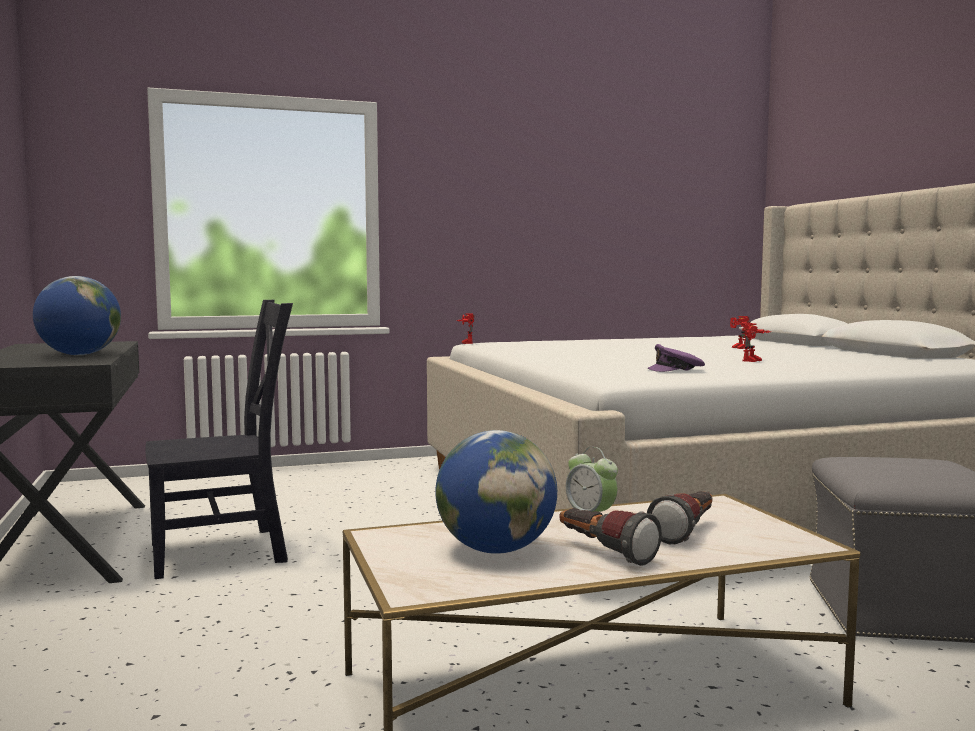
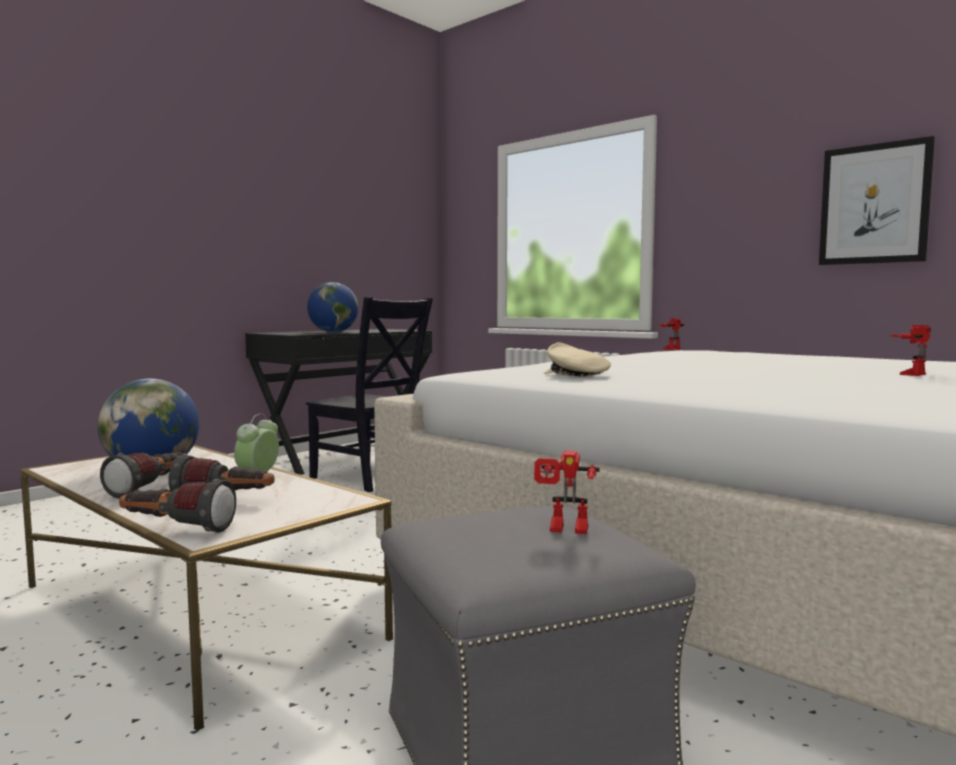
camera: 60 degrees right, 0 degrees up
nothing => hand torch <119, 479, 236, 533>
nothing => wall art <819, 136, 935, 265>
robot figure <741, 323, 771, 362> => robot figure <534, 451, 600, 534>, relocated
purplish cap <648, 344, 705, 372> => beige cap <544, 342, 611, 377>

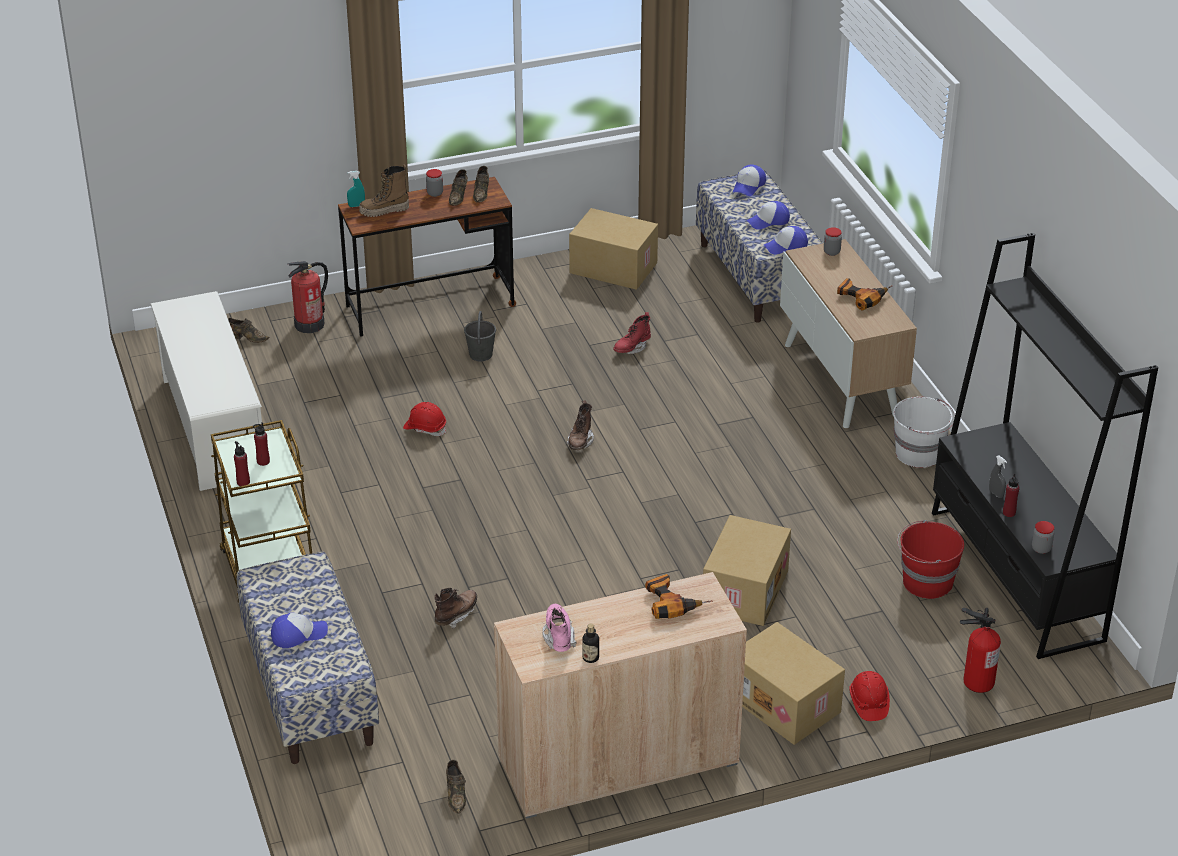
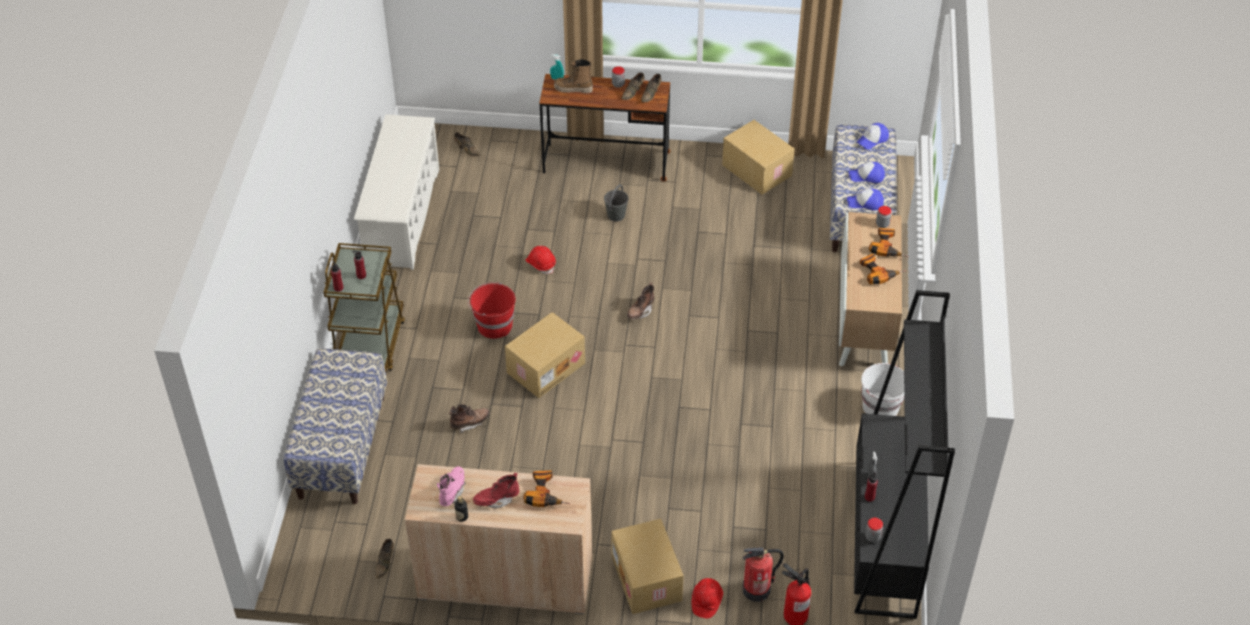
camera: 25 degrees right, 10 degrees up
cap <271, 613, 328, 648> => nothing
nothing => electric drill <869, 228, 909, 257>
fire extinguisher <288, 261, 328, 333> => fire extinguisher <743, 548, 784, 602>, relocated
red boot <613, 312, 651, 354> => red boot <473, 473, 519, 508>, relocated
cardboard box <703, 515, 791, 626> => cardboard box <505, 312, 585, 398>, relocated
red water bucket <897, 520, 964, 599> => red water bucket <468, 282, 516, 339>, relocated

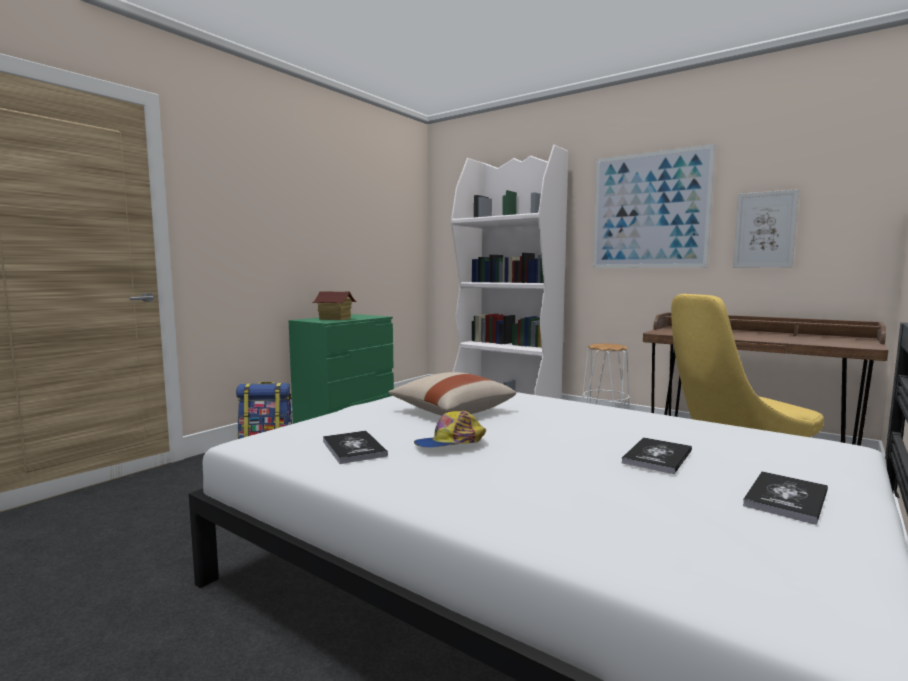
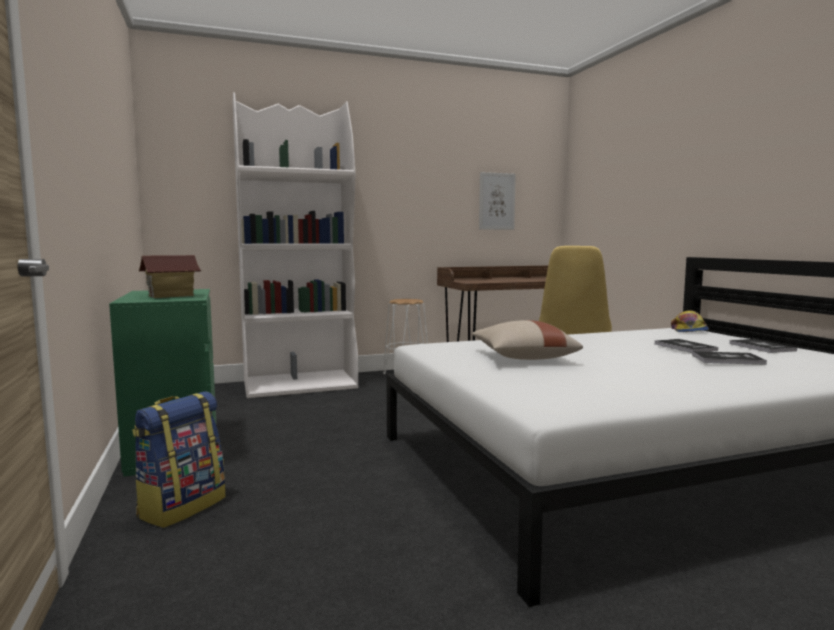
camera: 55 degrees left, 0 degrees up
wall art <593, 144, 715, 268> => nothing
volume <323, 431, 388, 464> => volume <692, 351, 767, 365>, relocated
cap <414, 411, 486, 448> => cap <671, 311, 709, 332>, relocated

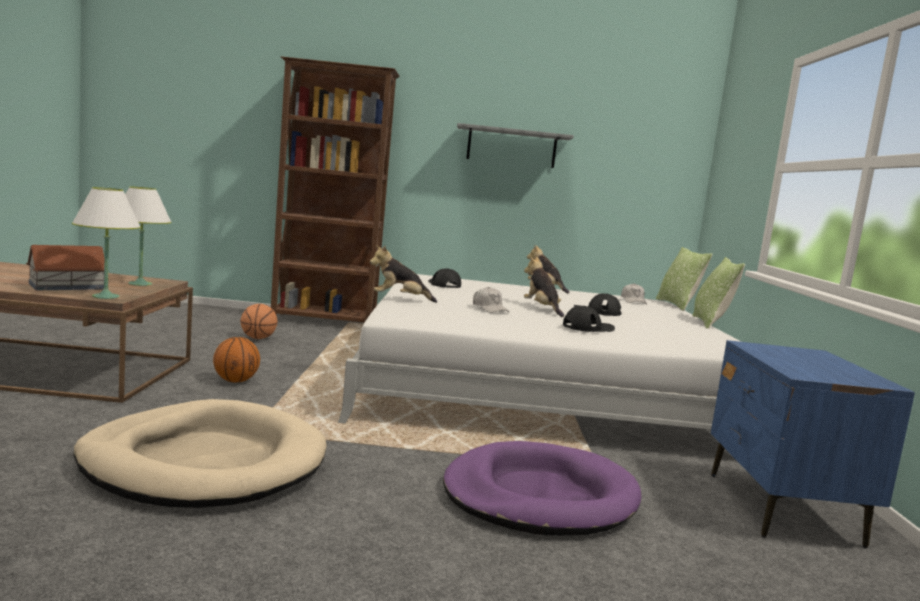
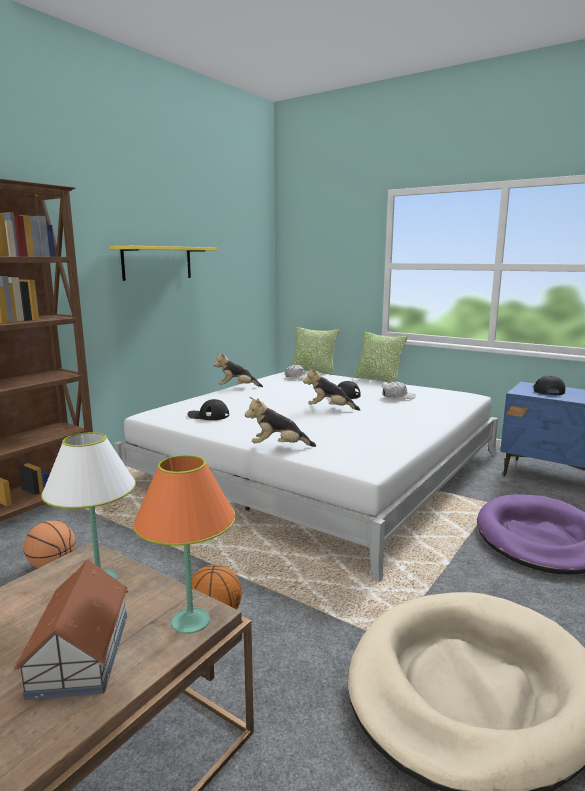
camera: 55 degrees left, 5 degrees up
white-coloured cap <473, 287, 509, 313> => white-coloured cap <383, 381, 416, 399>, relocated
black-coloured cap <563, 306, 615, 332> => black-coloured cap <532, 376, 566, 395>, relocated
white-coloured lamp for a table <72, 187, 141, 299> => orange-coloured lamp for a table <133, 455, 236, 634>
greyish wall shelf <457, 123, 574, 168> => yellow-coloured wall shelf <110, 246, 217, 281>
cuddly toy <370, 245, 437, 303> => cuddly toy <245, 397, 316, 447>, 60 degrees clockwise

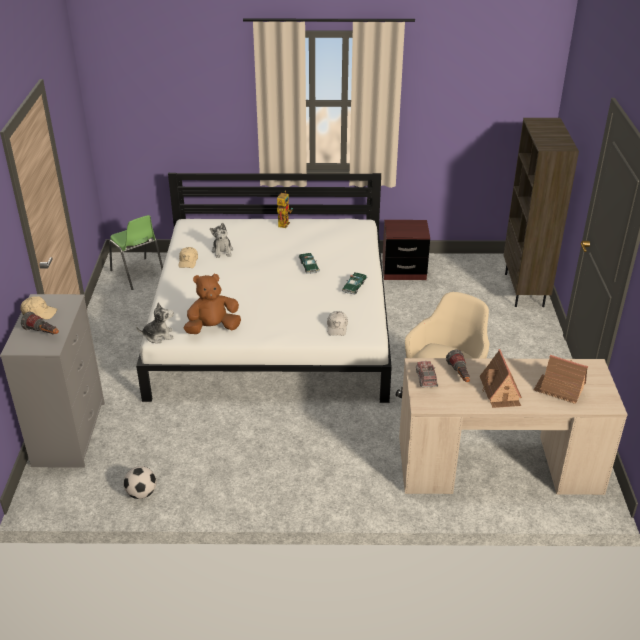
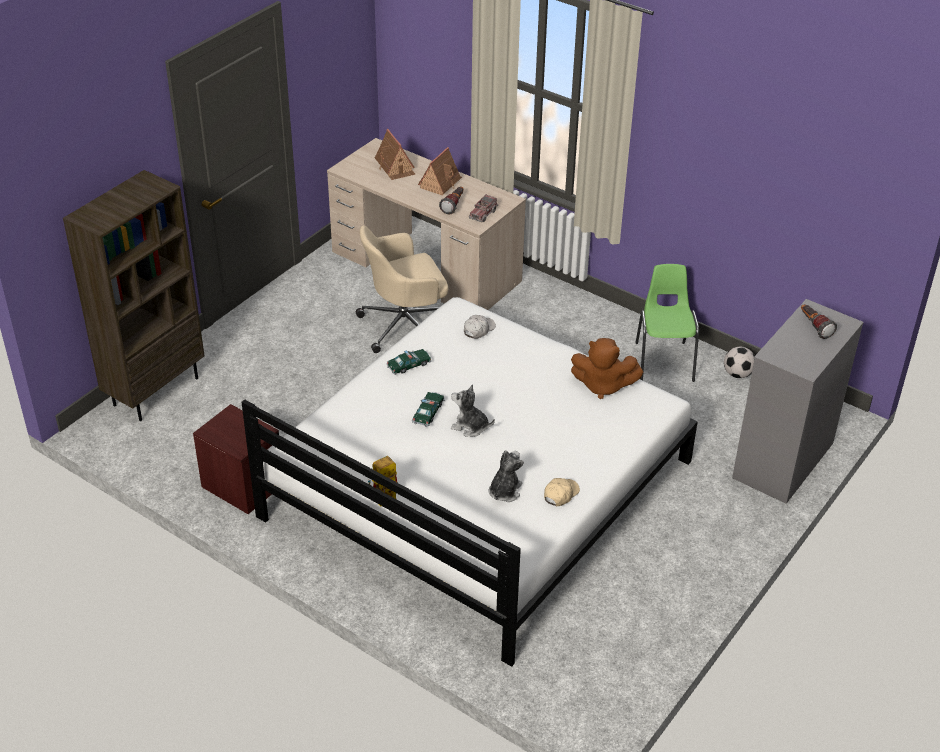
camera: 145 degrees left, 5 degrees up
beige cap <20, 296, 57, 319> => nothing
greenish plain chair <109, 215, 163, 290> => greenish plain chair <635, 264, 699, 382>, relocated
cuddly toy <136, 302, 174, 343> => cuddly toy <451, 384, 495, 437>, relocated

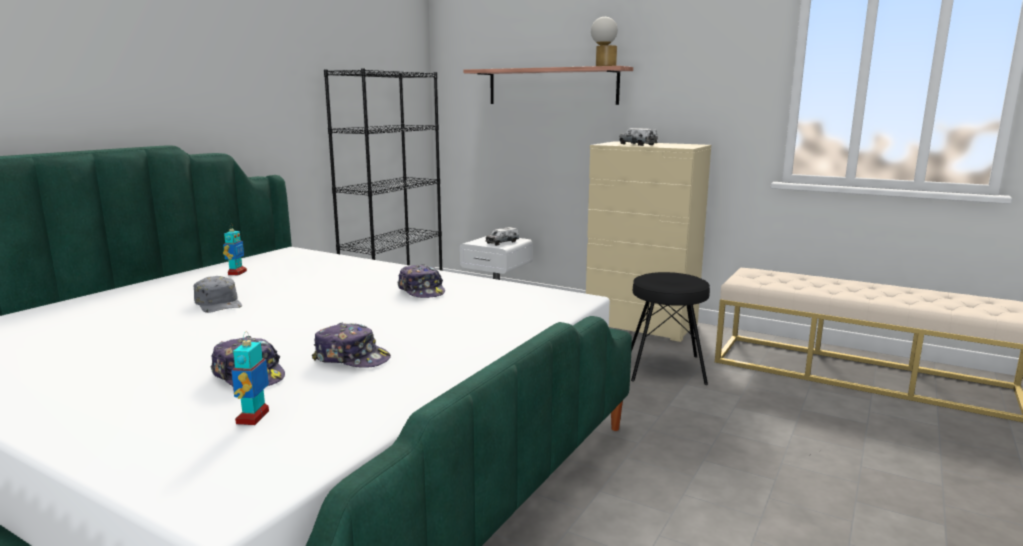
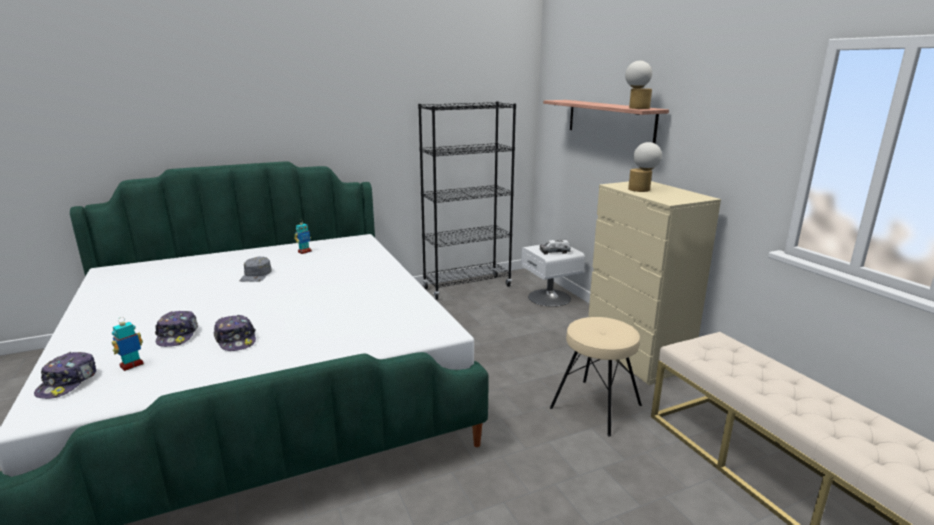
camera: 35 degrees right, 5 degrees up
cap <398, 264, 445, 298> => cap <34, 352, 96, 399>, relocated
toy truck <619, 128, 658, 146> => lamp for a table <628, 142, 662, 192>
black-coloured sitting stool <631, 272, 710, 385> => beige sitting stool <550, 317, 642, 436>

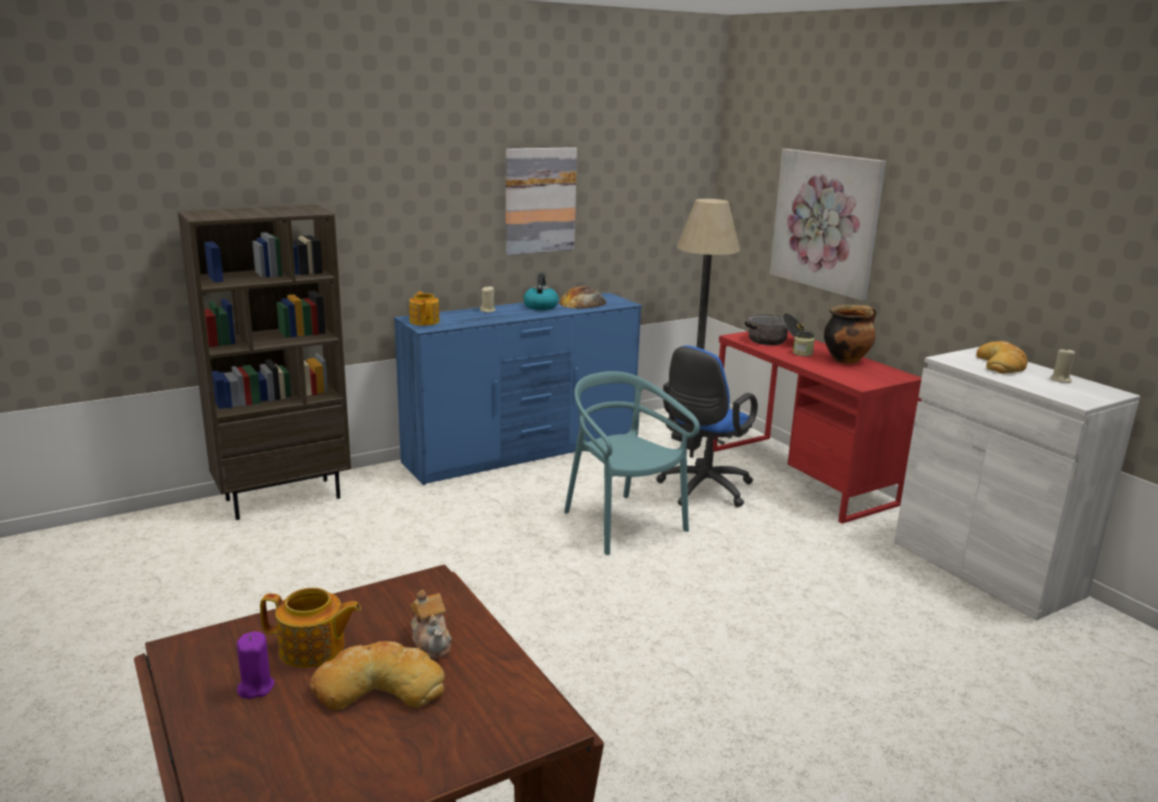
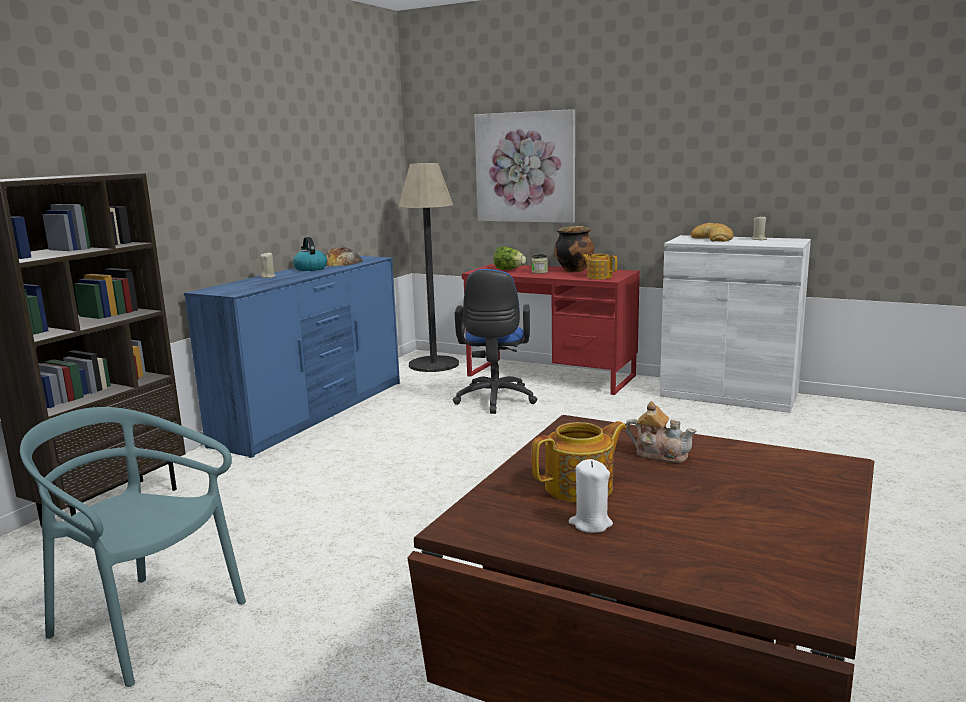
camera: 30 degrees left, 5 degrees down
bread <310, 641, 445, 711> => nothing
wall art <506, 147, 577, 255> => nothing
tea pot <409, 291, 440, 326> => tea pot <582, 254, 617, 279>, relocated
turquoise plain chair <564, 371, 700, 555> => turquoise plain chair <20, 407, 246, 687>, relocated
stockpot <745, 313, 805, 345> => lettuce head <493, 247, 526, 270>
purplish wax candle <236, 632, 275, 699> => white-coloured wax candle <569, 459, 613, 533>

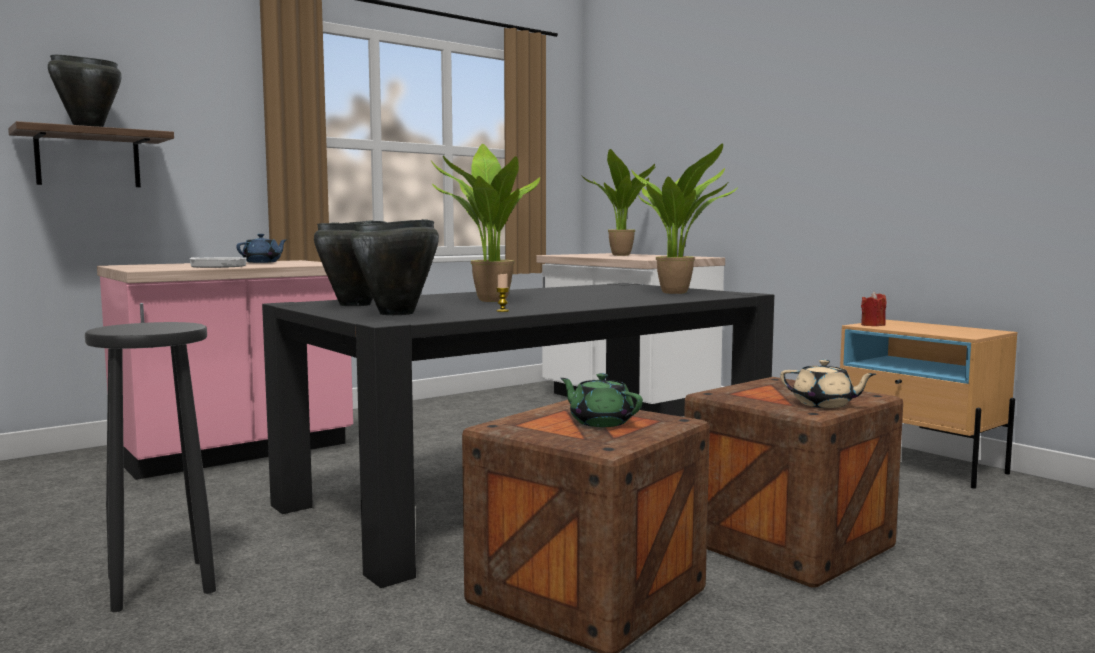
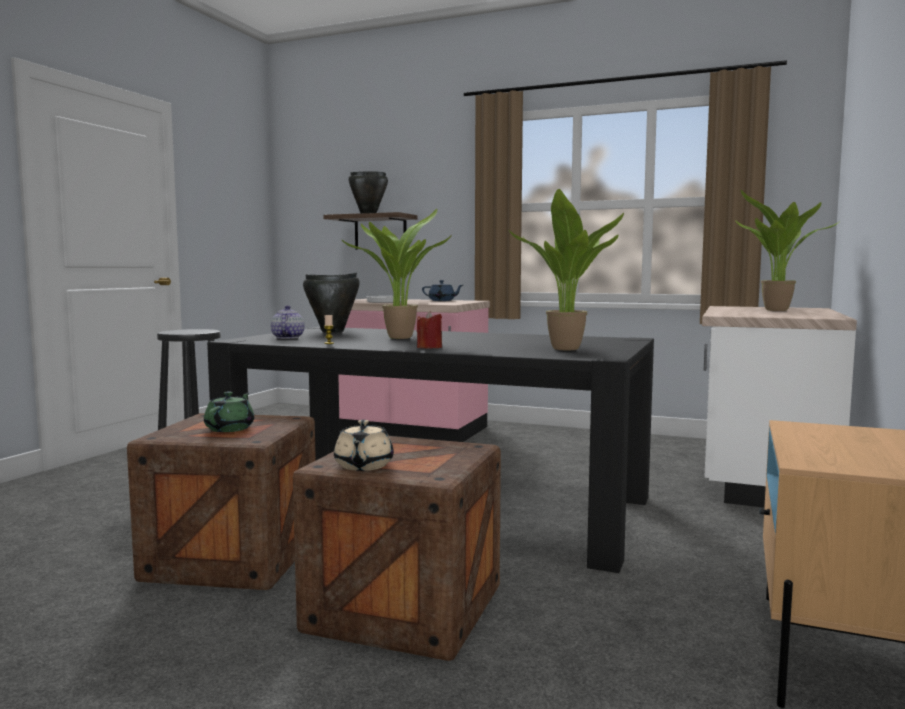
camera: 60 degrees right, 0 degrees up
red wax candle <861, 292, 887, 326> => red wax candle <417, 311, 442, 348>, relocated
black-coloured stockpot <350, 219, 439, 315> => tea pot <271, 305, 305, 339>

